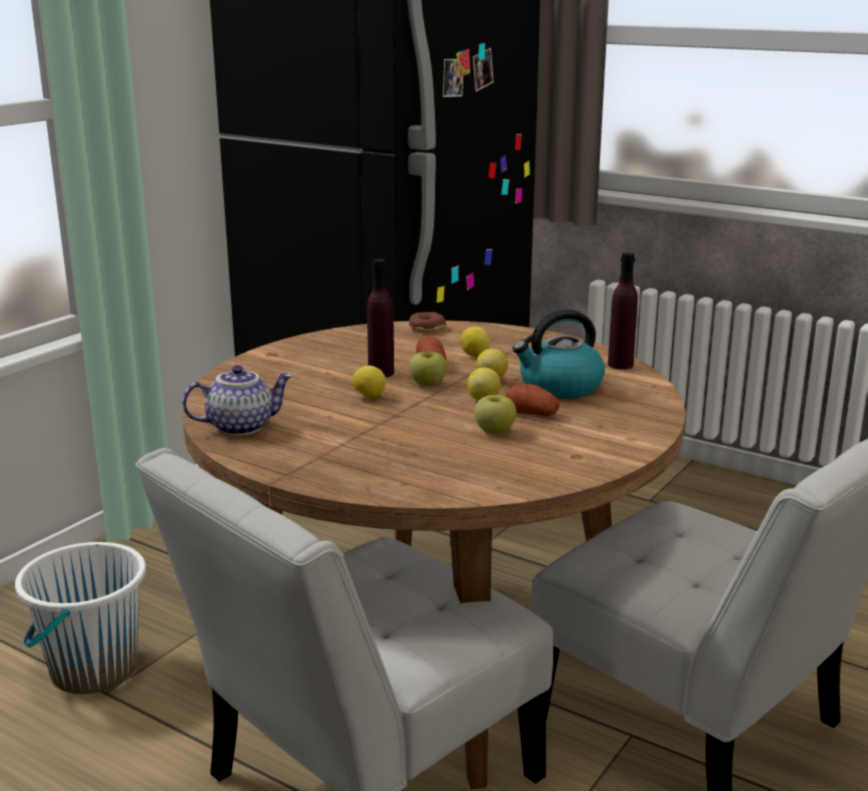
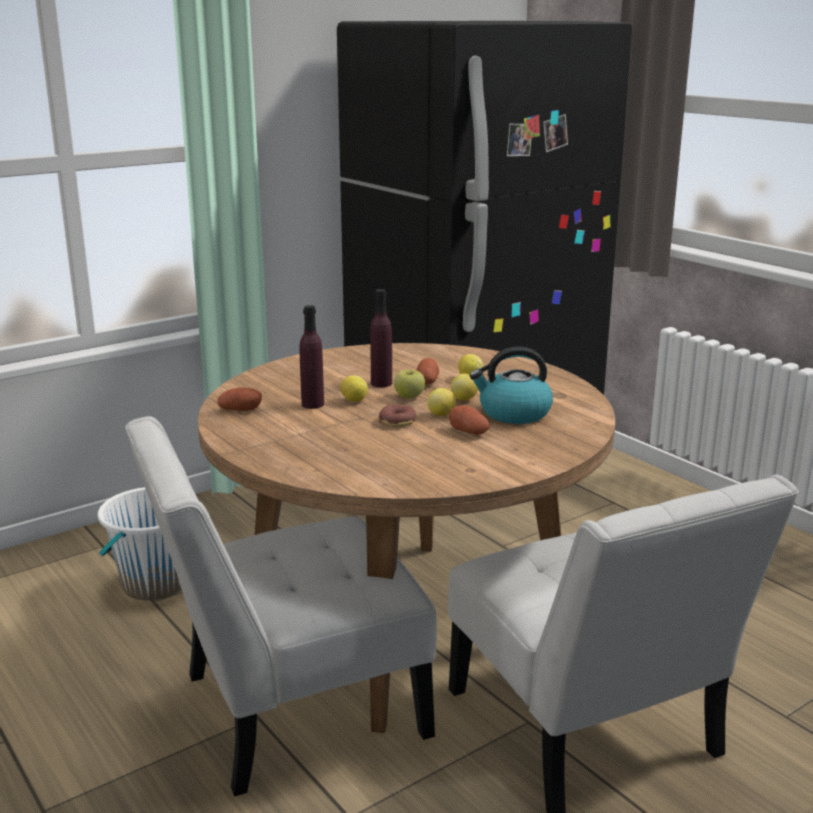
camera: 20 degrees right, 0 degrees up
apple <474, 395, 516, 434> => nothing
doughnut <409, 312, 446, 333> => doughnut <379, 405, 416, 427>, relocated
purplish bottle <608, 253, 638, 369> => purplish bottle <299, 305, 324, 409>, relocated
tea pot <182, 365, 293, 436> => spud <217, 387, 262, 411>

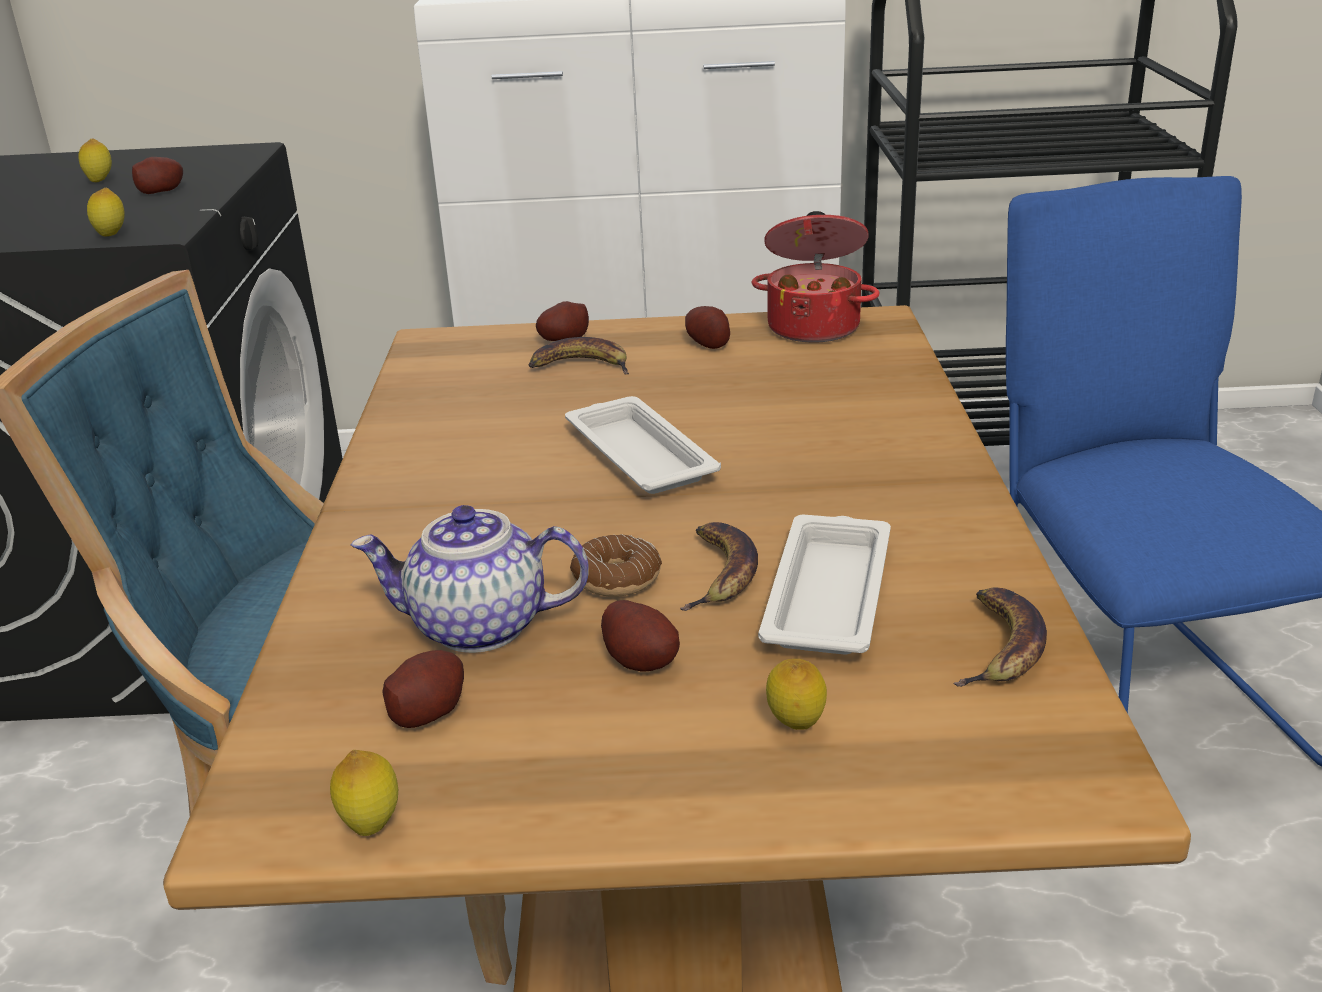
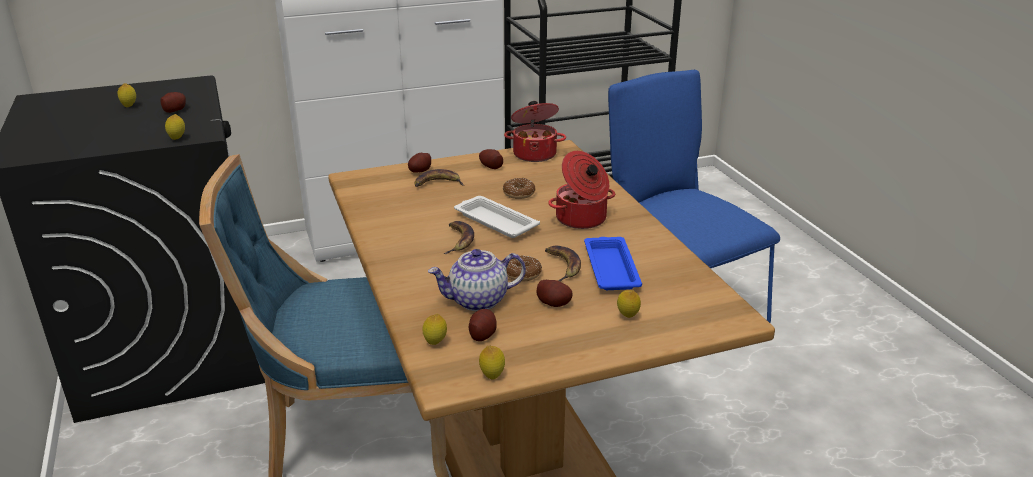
camera: 20 degrees left, 0 degrees up
nothing => citrus fruit <422, 314, 447, 345>
nothing => doughnut <503, 178, 535, 199>
nothing => stockpot <548, 151, 615, 229>
banana <953, 588, 1047, 687> => banana <444, 221, 474, 254>, relocated
white-coloured carrying tray <758, 515, 891, 655> => bluish carrying tray <584, 237, 642, 290>

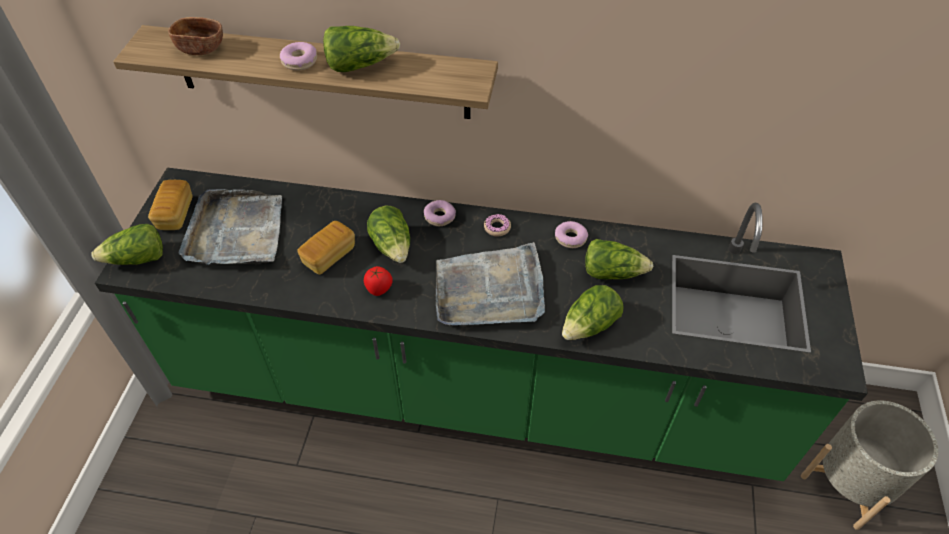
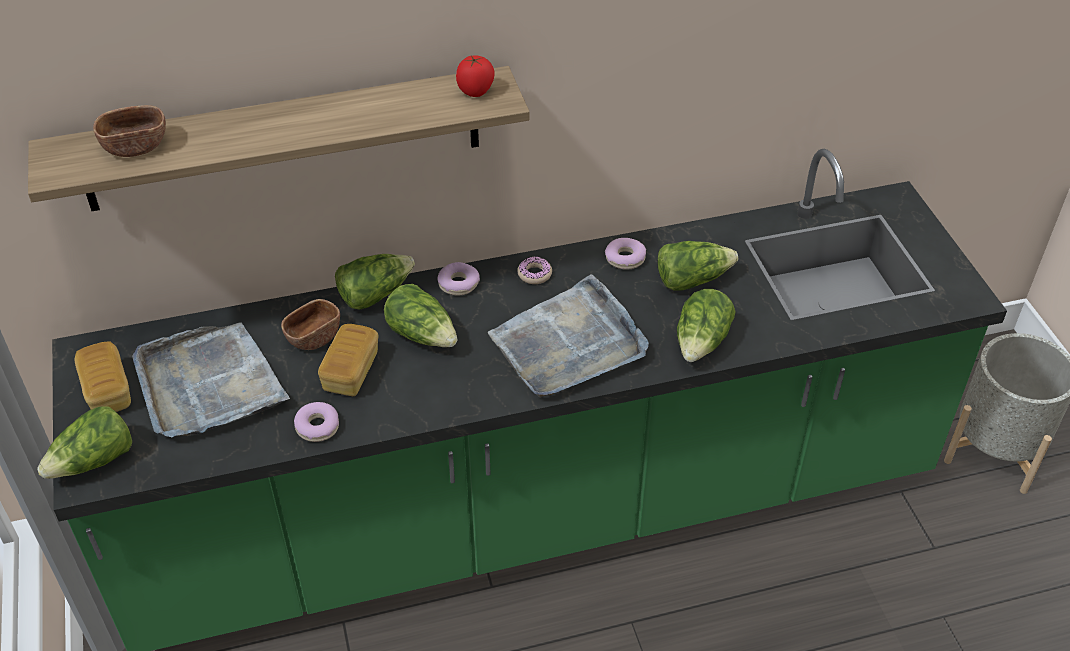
camera: 25 degrees left, 5 degrees down
nothing => brown-coloured serving bowl <281, 299, 340, 350>
doughnut <280, 42, 317, 71> => doughnut <294, 402, 339, 442>, relocated
lettuce head <323, 26, 400, 72> => lettuce head <335, 254, 415, 310>, relocated
whole tomato <364, 266, 393, 296> => whole tomato <456, 55, 495, 97>, relocated

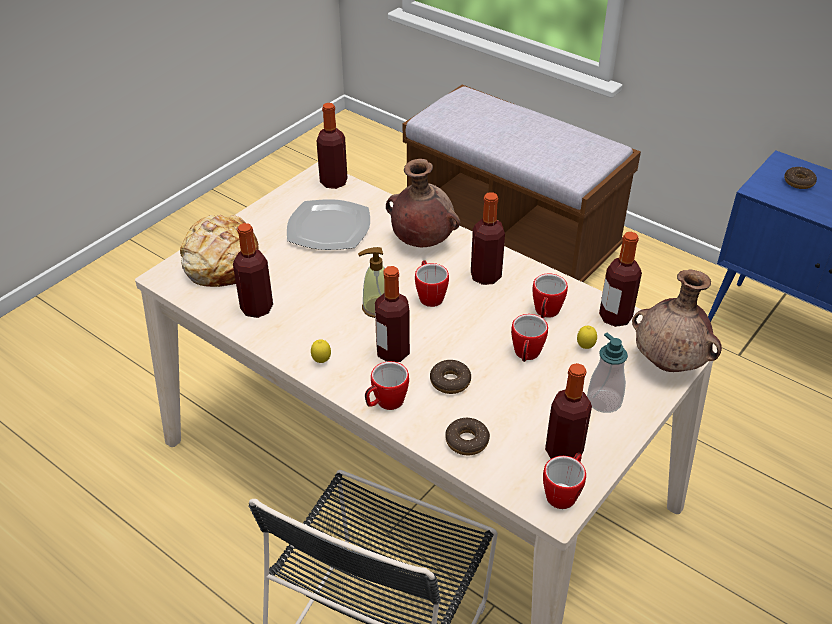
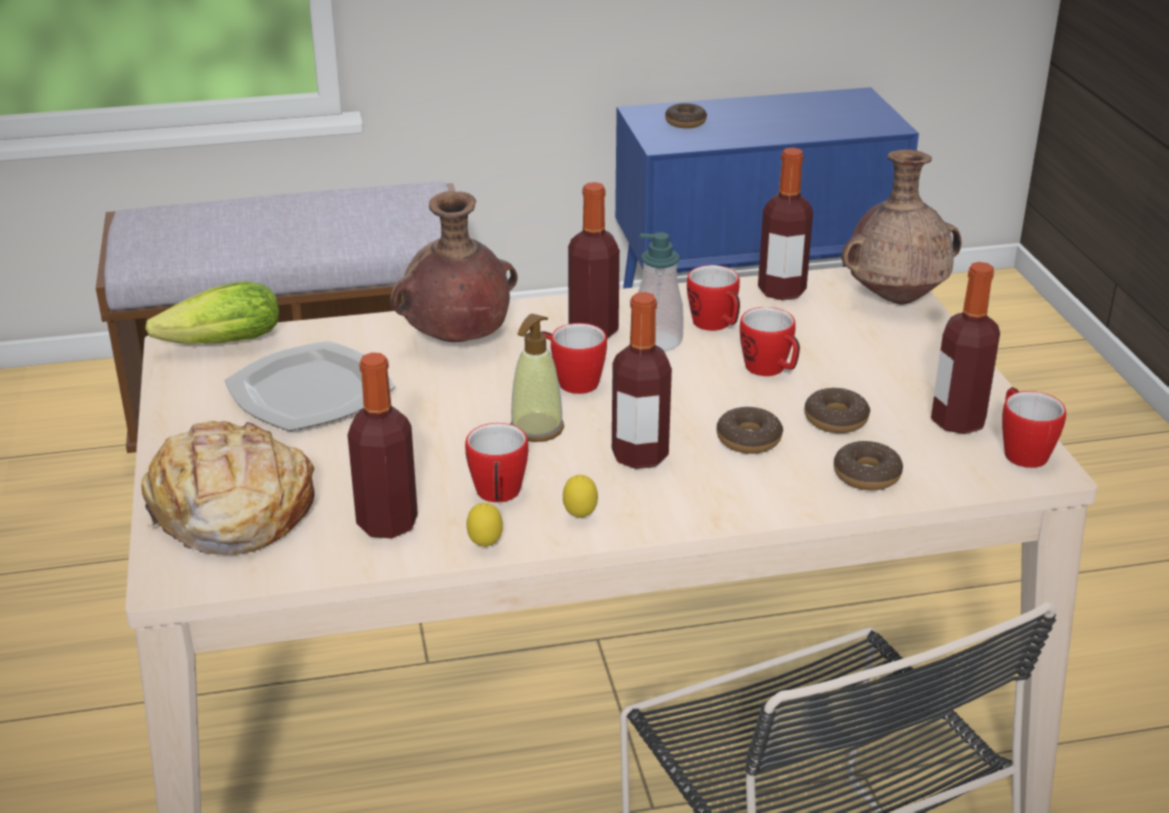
camera: 50 degrees left, 10 degrees down
nothing => doughnut <804, 387, 870, 433>
mug <365, 361, 409, 410> => mug <465, 423, 528, 503>, relocated
citrus fruit <577, 326, 597, 349> => citrus fruit <466, 503, 503, 547>, relocated
soap bottle <587, 332, 628, 413> => soap bottle <638, 232, 684, 351>, relocated
bottle <317, 103, 347, 189> => lettuce head <145, 281, 279, 344>

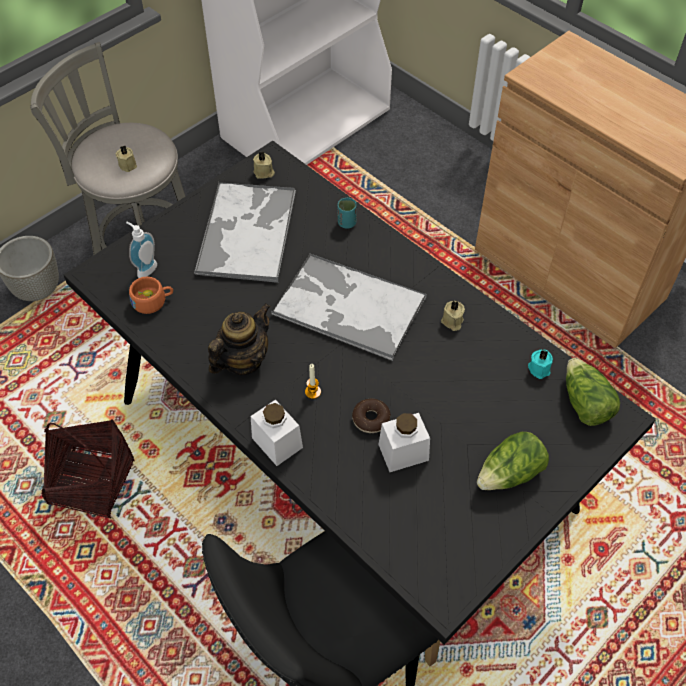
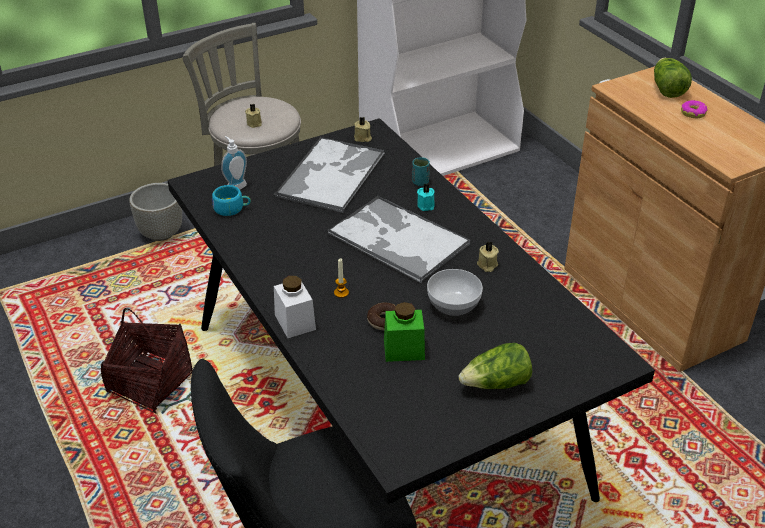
camera: 15 degrees right, 15 degrees down
tea pot <208, 303, 271, 375> => nothing
nothing => serving bowl <427, 269, 483, 316>
nothing => doughnut <681, 100, 707, 118>
turquoise wax candle <528, 349, 553, 379> => turquoise wax candle <417, 184, 435, 211>, relocated
lettuce head <566, 358, 620, 426> => lettuce head <654, 58, 692, 98>, relocated
orange-coloured drinking cup <129, 277, 173, 314> => turquoise drinking cup <212, 185, 251, 216>
white-coloured storage jar <378, 413, 430, 472> => greenish storage jar <384, 302, 425, 362>

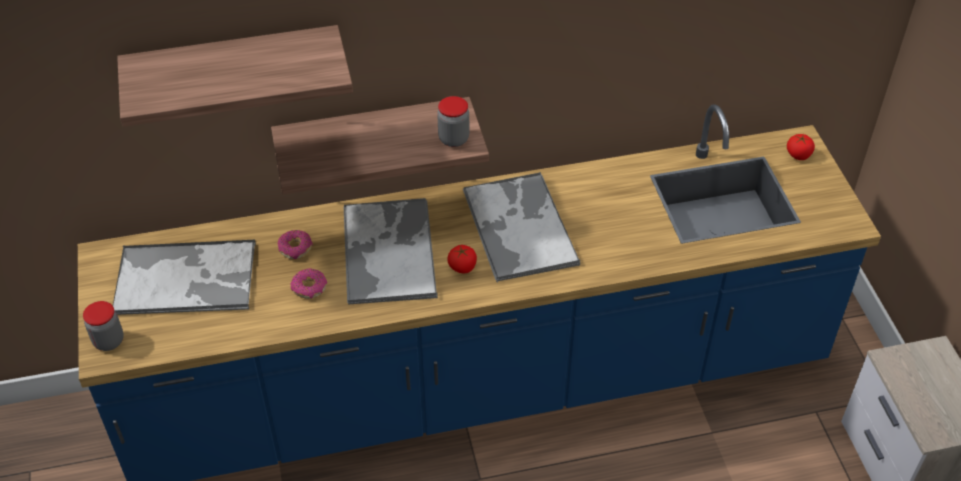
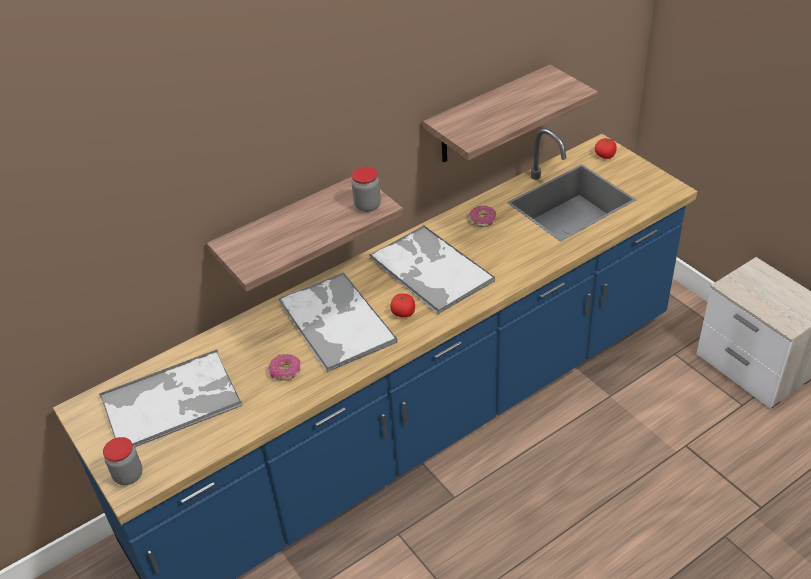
camera: 20 degrees left, 5 degrees down
wall shelf <117, 25, 353, 127> => wall shelf <423, 65, 598, 163>, relocated
doughnut <278, 230, 313, 259> => doughnut <469, 206, 496, 227>, relocated

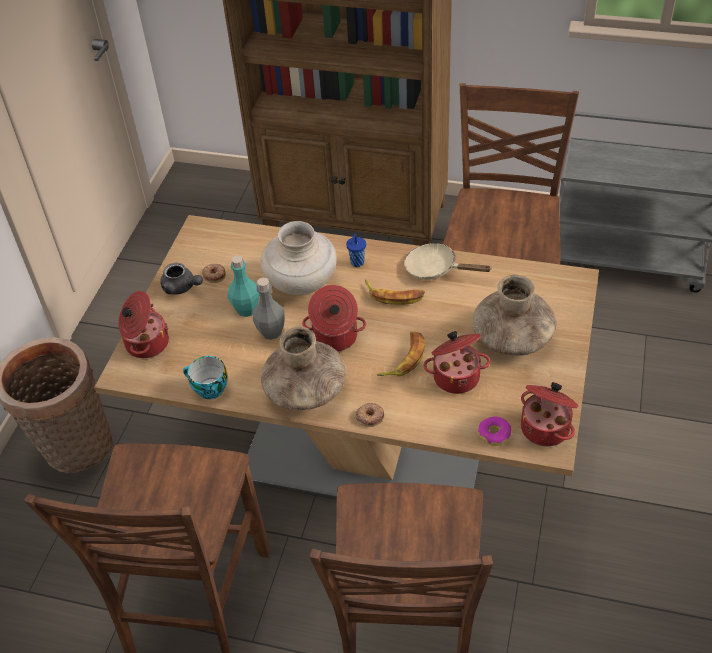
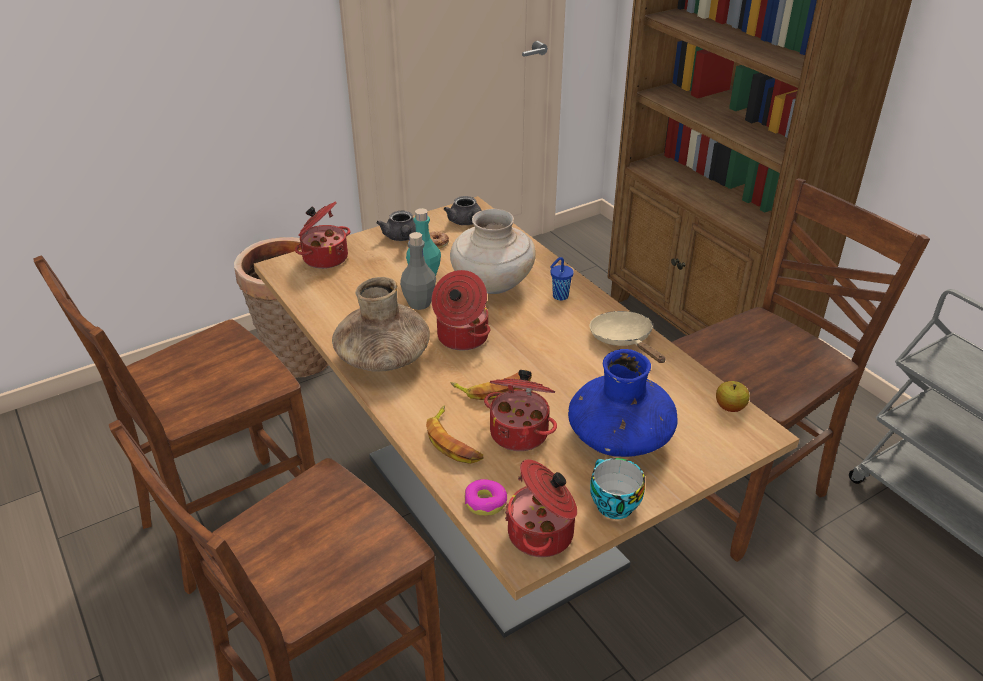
camera: 40 degrees right, 10 degrees down
doughnut <356, 403, 384, 427> => nothing
nothing => greyish tea pot <444, 196, 482, 225>
nothing => apple <716, 381, 750, 412>
drinking cup <183, 356, 228, 399> => drinking cup <590, 458, 645, 519>, relocated
banana <365, 279, 425, 305> => banana <426, 405, 484, 464>, relocated
brown-coloured vase <473, 275, 557, 355> => bluish vase <568, 349, 677, 457>

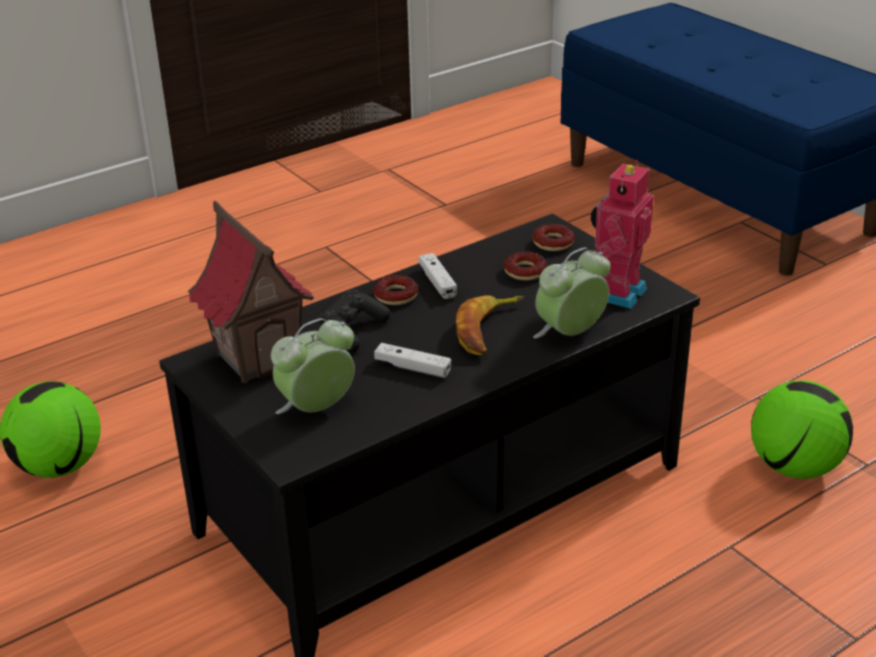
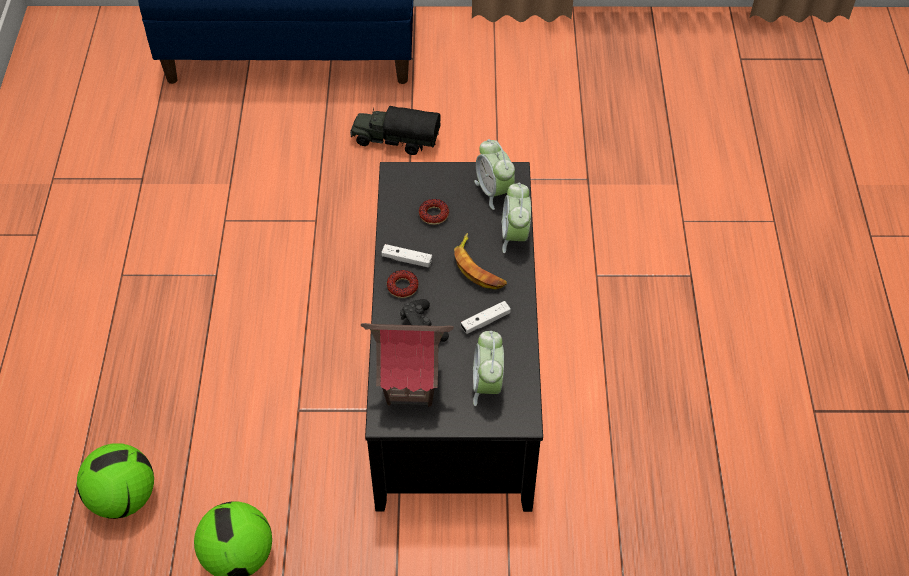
camera: 55 degrees left, 20 degrees up
doughnut <533, 224, 574, 251> => nothing
nothing => toy truck <350, 106, 441, 155>
football <751, 380, 853, 479> => football <77, 443, 154, 519>, relocated
robot figure <591, 160, 654, 309> => table clock <474, 139, 515, 210>

